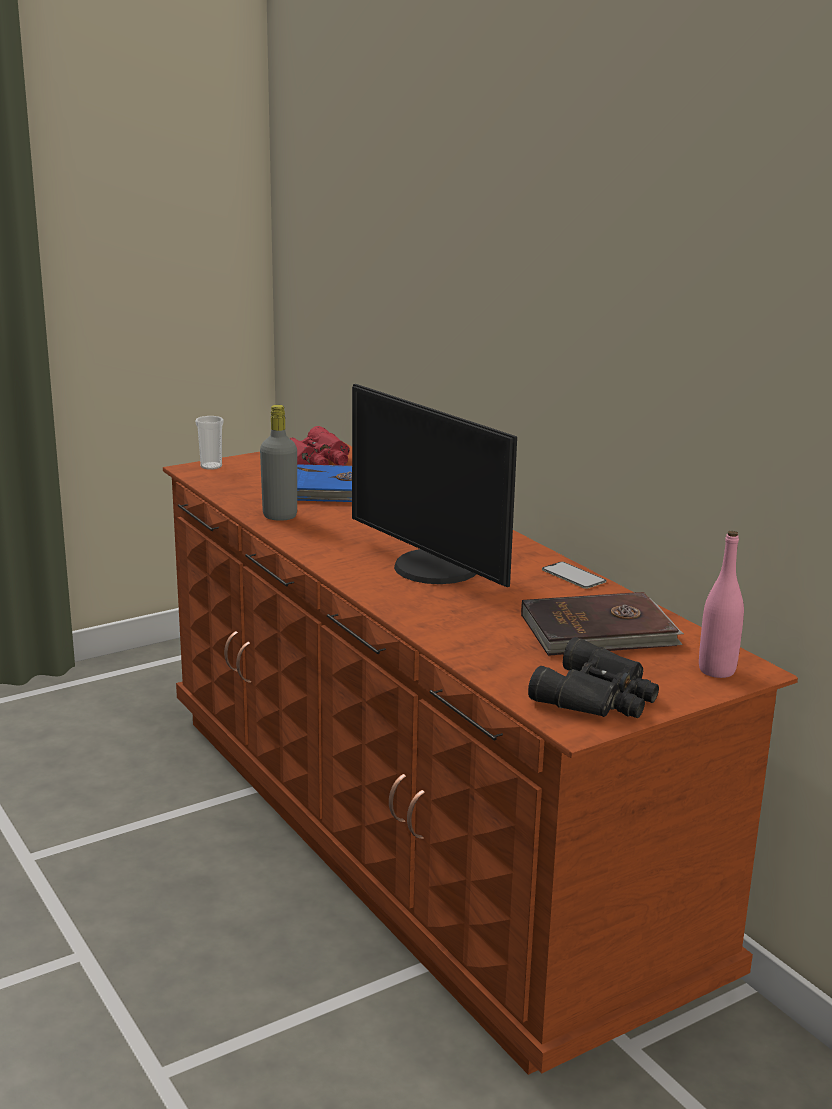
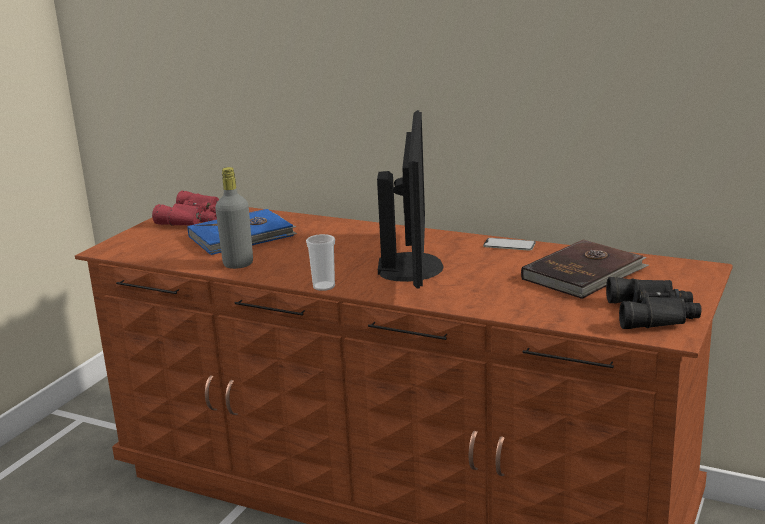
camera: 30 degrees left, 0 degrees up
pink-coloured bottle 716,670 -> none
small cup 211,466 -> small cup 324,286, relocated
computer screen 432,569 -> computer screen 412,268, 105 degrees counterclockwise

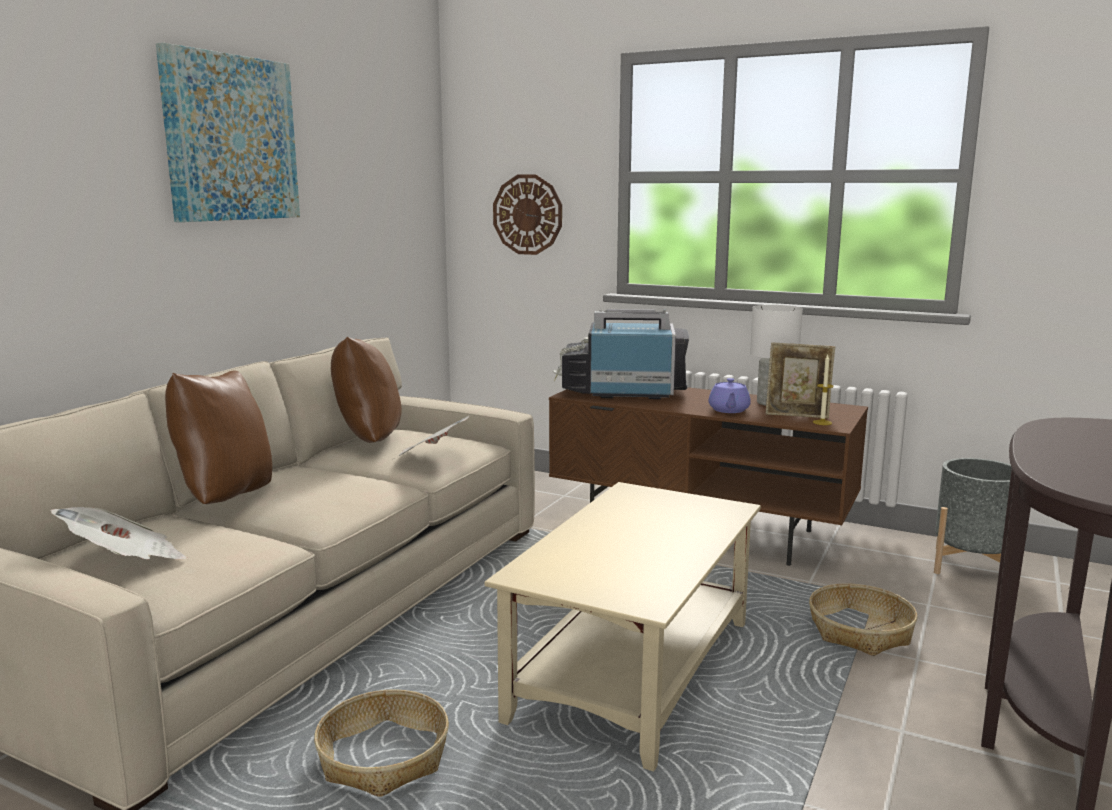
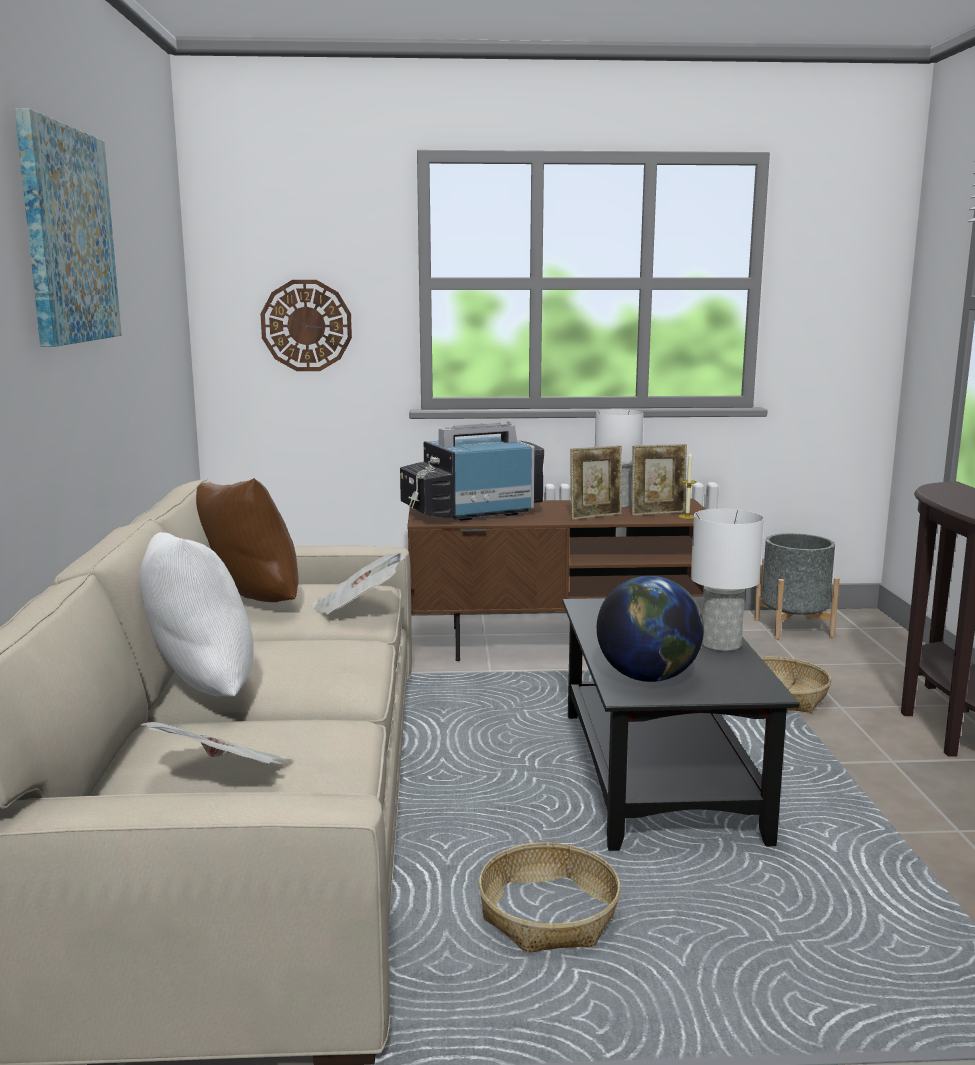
camera: 30 degrees left, 0 degrees up
none -> desk globe 648,677
none -> whitish tabletop lamp 719,645
purple tea pot 729,410 -> standing frame 595,516
brown cushion 225,497 -> whitish cushion 198,690
beige-coloured low table 634,668 -> black-coloured low table 656,773

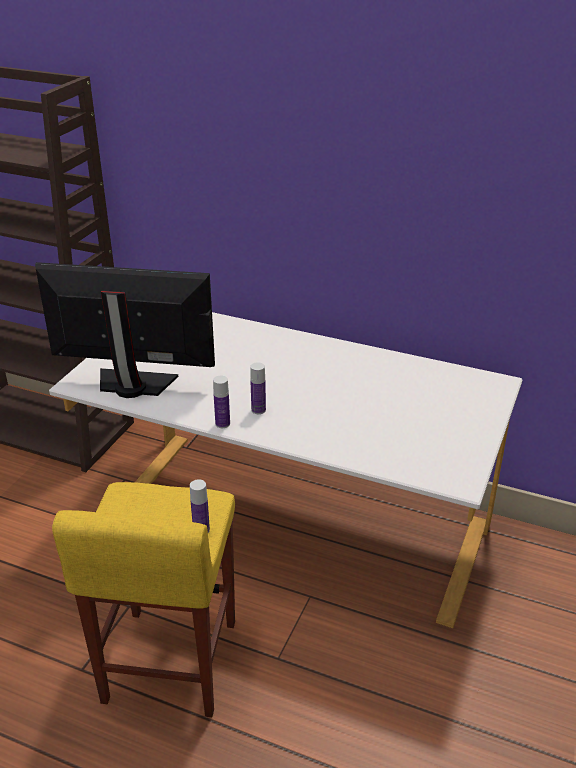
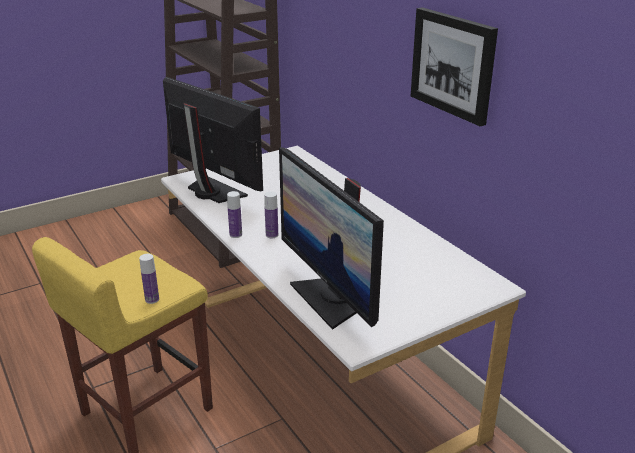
camera: 35 degrees right, 5 degrees down
none -> computer screen 329,299
none -> wall picture 453,64

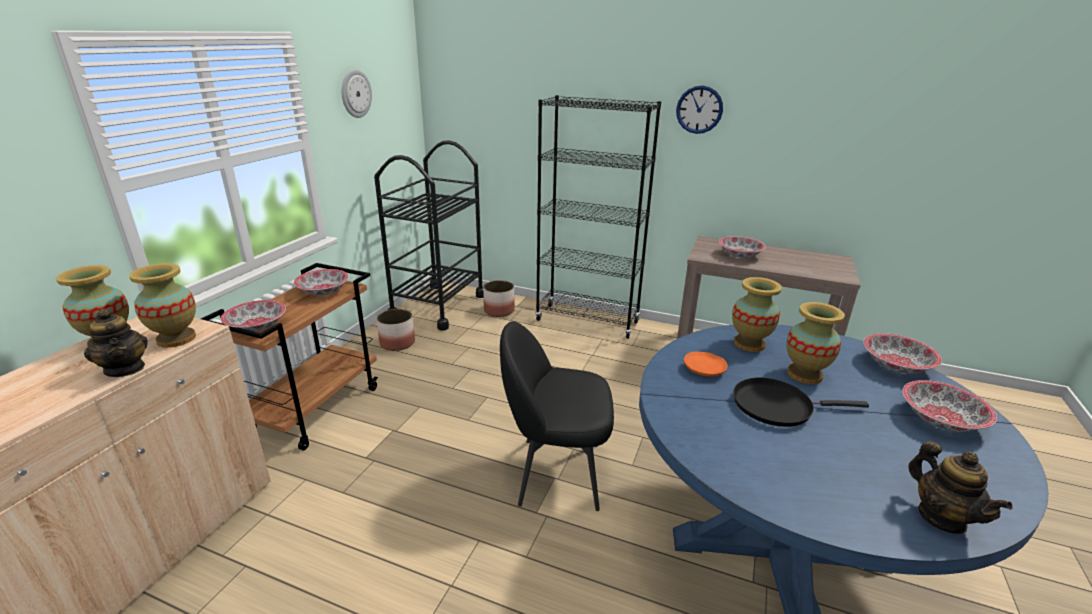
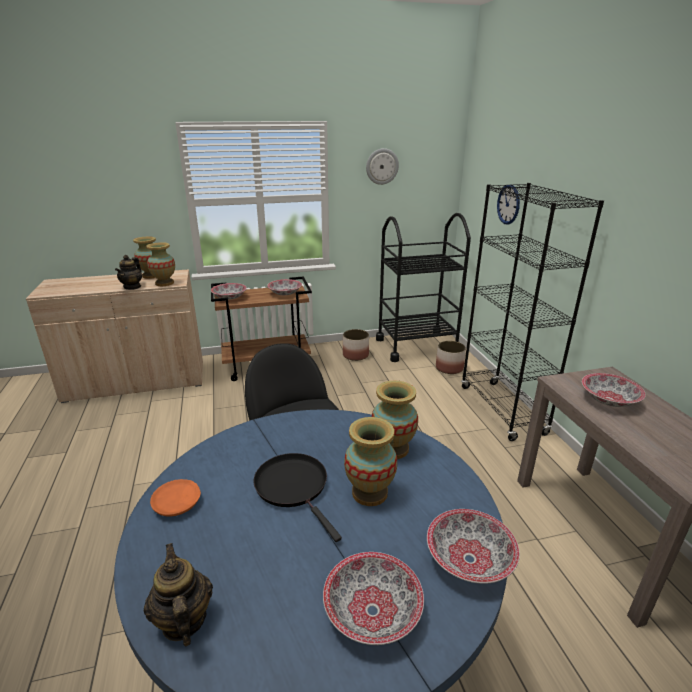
camera: 55 degrees right, 0 degrees up
hanging clock 699,109 -> hanging clock 508,204, relocated
orange-coloured plate 704,370 -> orange-coloured plate 177,504, relocated
tea pot 941,517 -> tea pot 183,620, 120 degrees clockwise

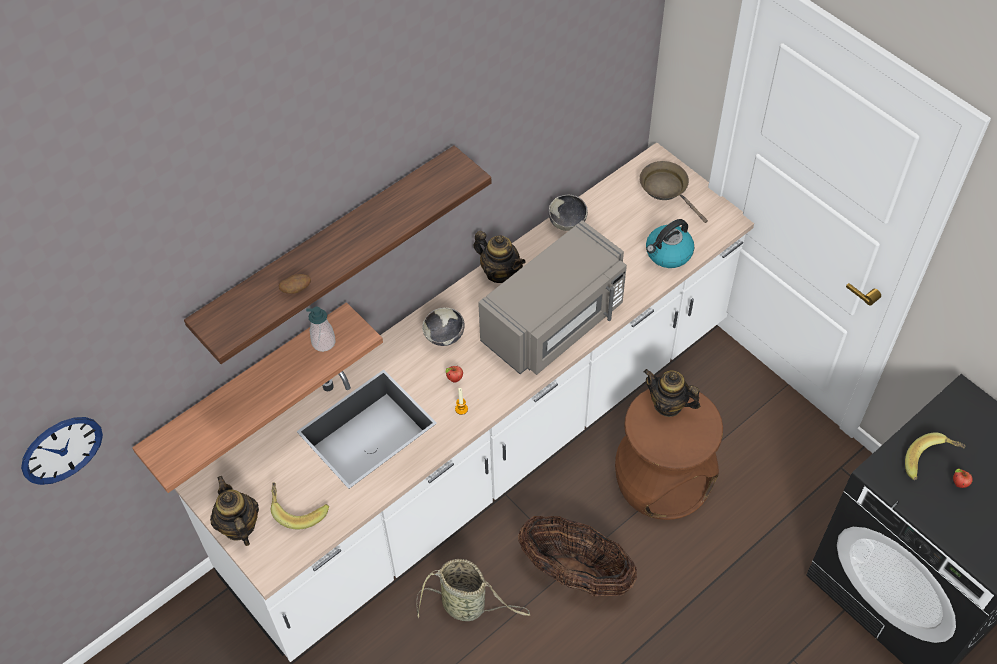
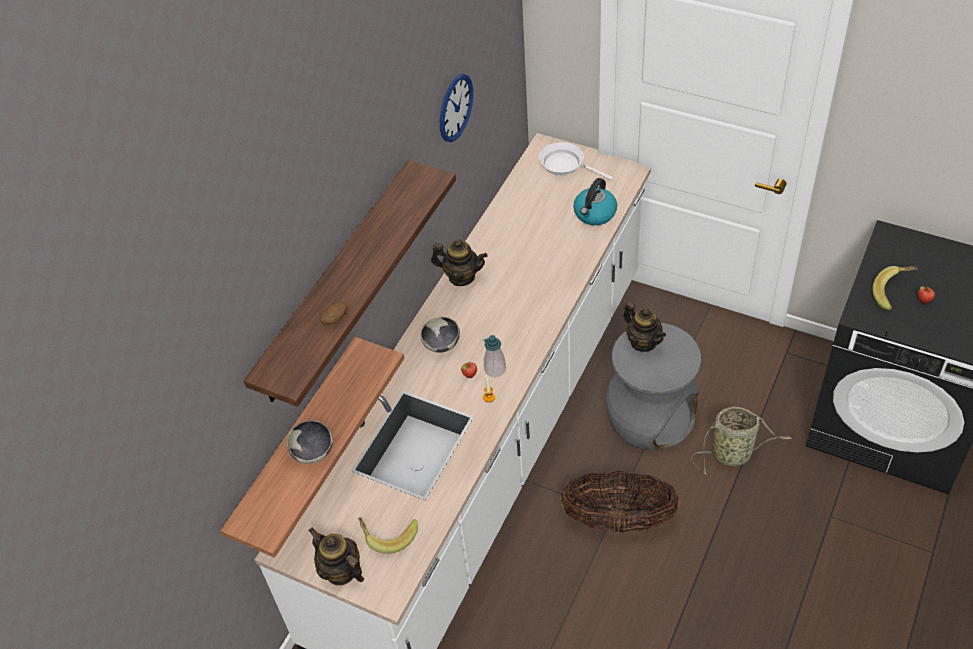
camera: 20 degrees left, 5 degrees down
greyish microwave 555,322 -> none
hanging clock 61,450 -> hanging clock 455,108, relocated
soap dispenser 323,342 -> soap dispenser 495,369, relocated
basket 467,606 -> basket 734,454, relocated
deep dish 567,223 -> deep dish 313,452, relocated
brown stool seat 663,478 -> greyish stool seat 650,415
brown skillet 667,189 -> whitish skillet 565,165
tea pot 668,405 -> tea pot 643,342, 135 degrees counterclockwise

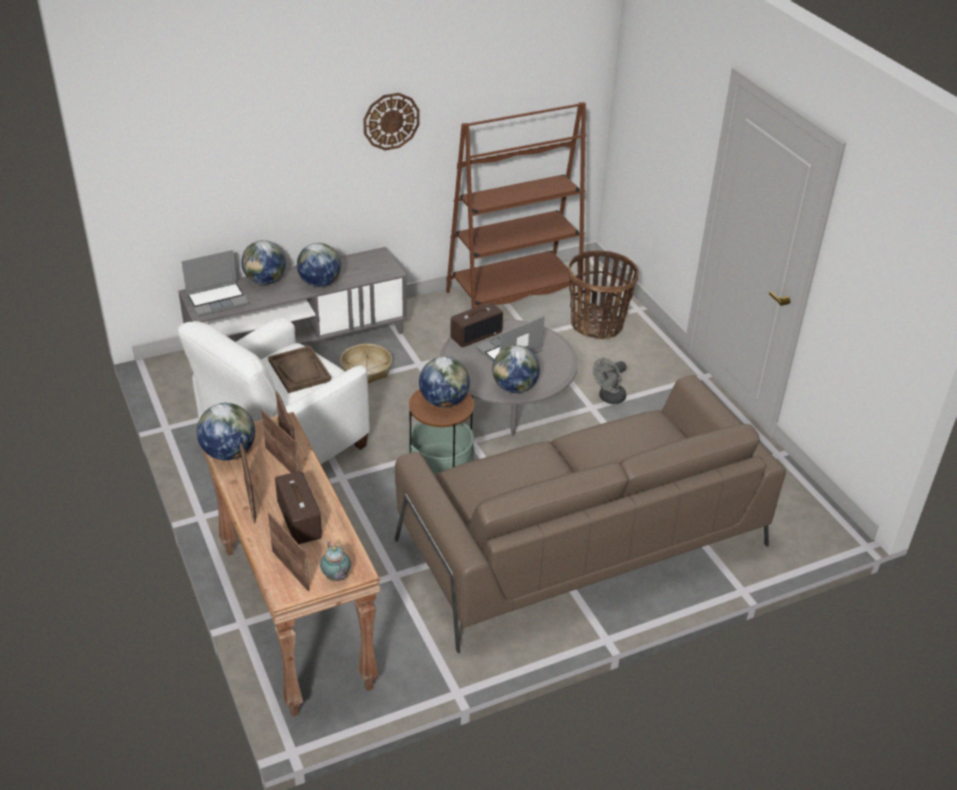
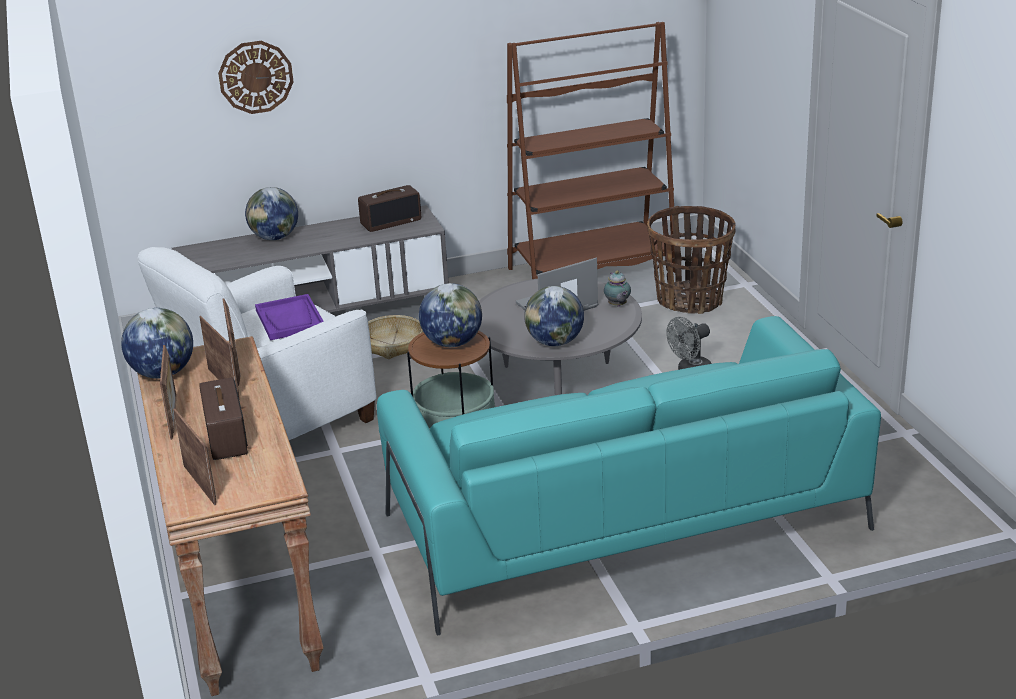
camera: 10 degrees right, 10 degrees down
portable computer 218,300 -> none
desk globe 319,283 -> none
tea pot 336,578 -> tea pot 617,305, relocated
hanging clock 391,121 -> hanging clock 256,77, relocated
radio set 476,334 -> radio set 391,222, relocated
brown carrying tray 300,371 -> purple carrying tray 290,319
brown couch 581,542 -> turquoise-coloured couch 624,521

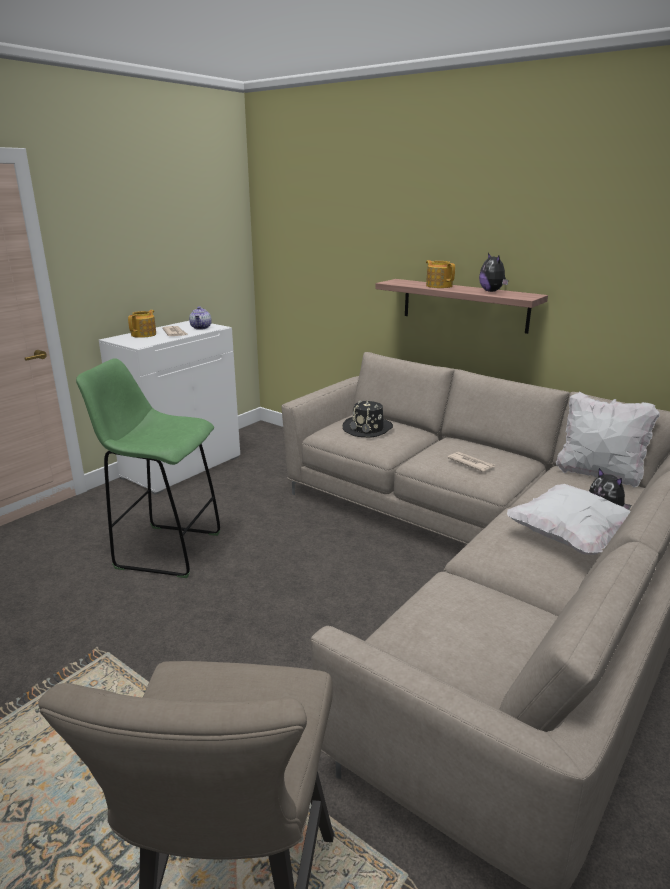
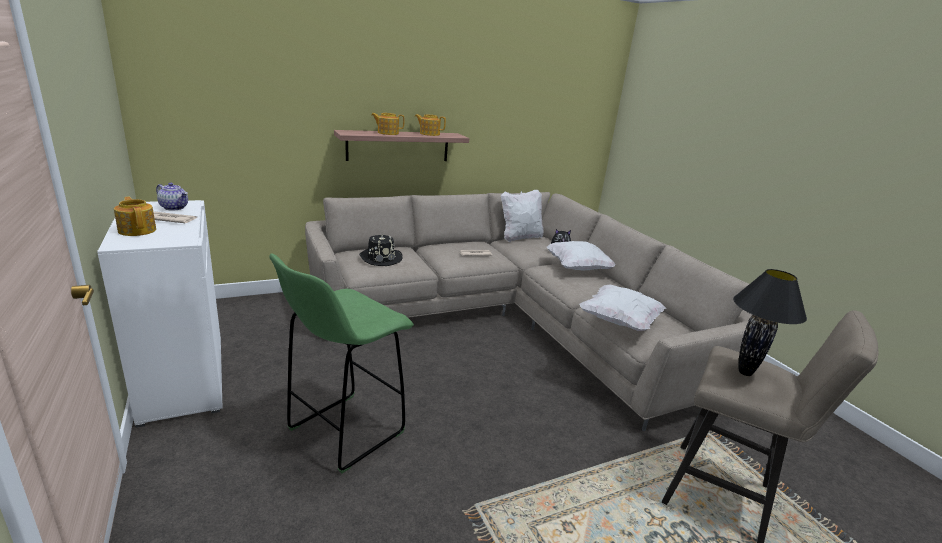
camera: 65 degrees left, 0 degrees up
none -> whitish cushion 619,322
none -> black-coloured tabletop lamp 744,372
plush toy 492,291 -> tea pot 429,134

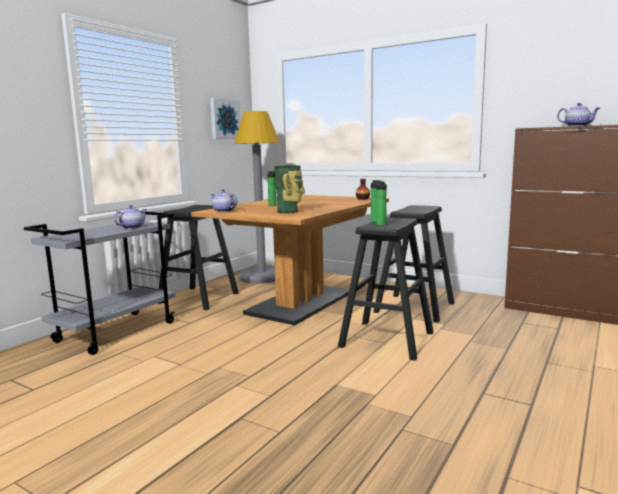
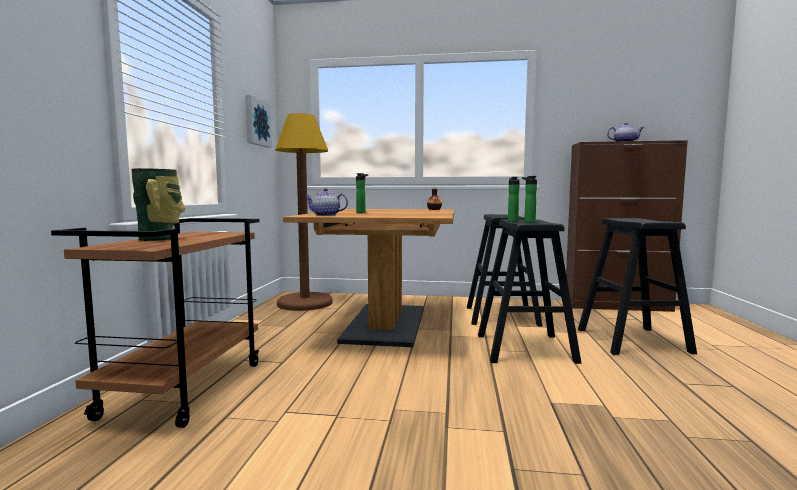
camera: 25 degrees left, 5 degrees down
tea pot 132,227 -> none
black-coloured stool seat 199,298 -> black-coloured stool seat 632,340, relocated
vase 289,211 -> vase 159,239, relocated
greyish trolley 116,331 -> brown trolley 185,388
greyish standing lamp 262,276 -> brown standing lamp 304,303

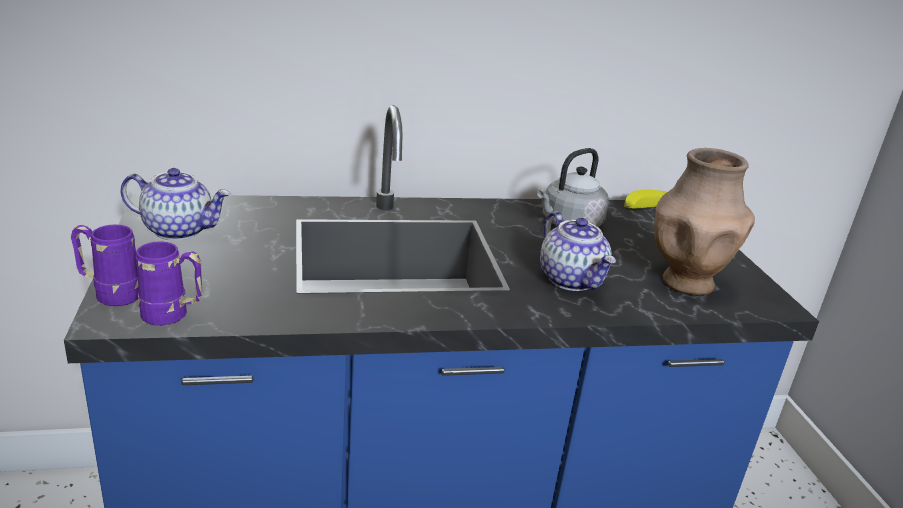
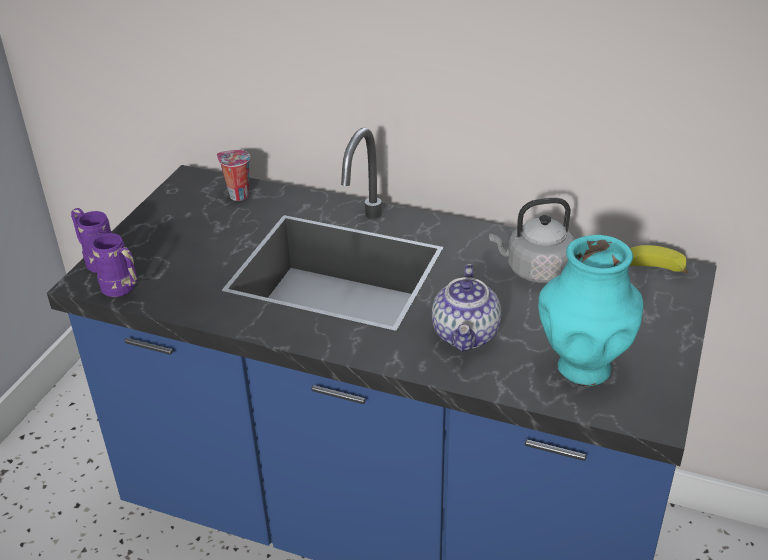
camera: 35 degrees right, 10 degrees up
tea pot 179,230 -> none
none -> small cup 237,195
brown vase 685,282 -> turquoise-coloured vase 583,367

